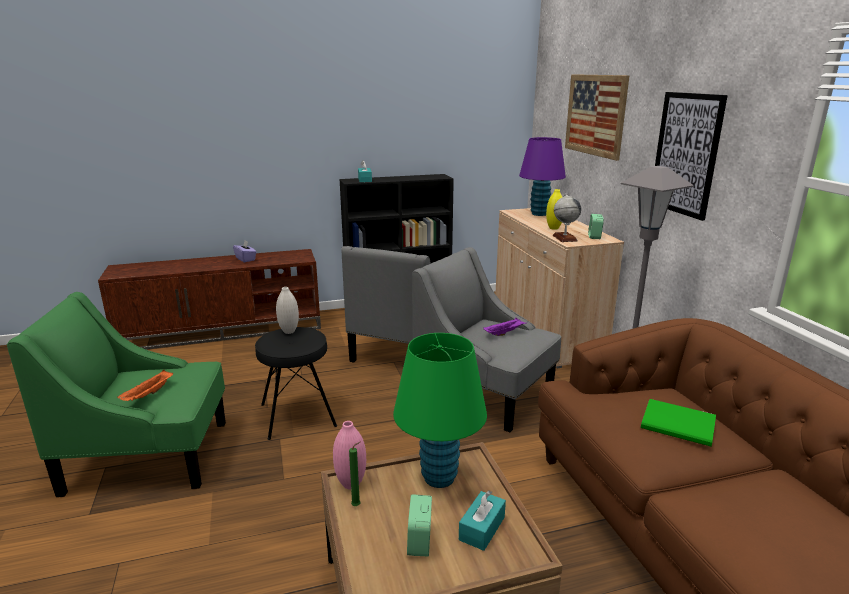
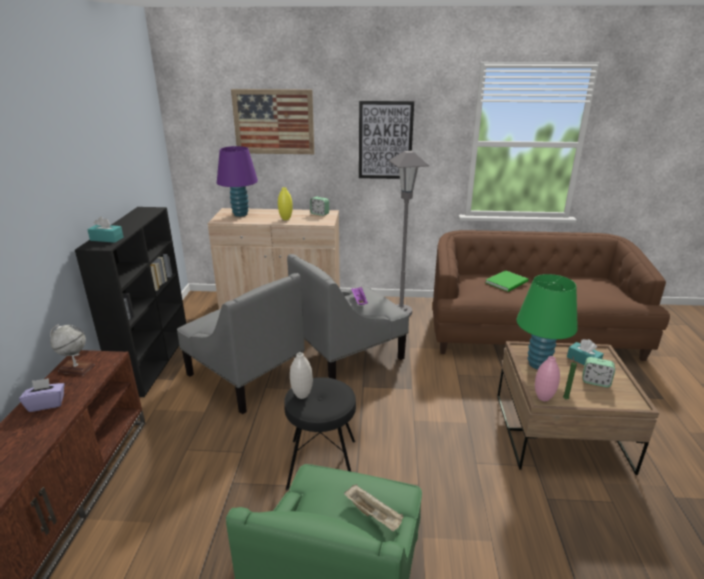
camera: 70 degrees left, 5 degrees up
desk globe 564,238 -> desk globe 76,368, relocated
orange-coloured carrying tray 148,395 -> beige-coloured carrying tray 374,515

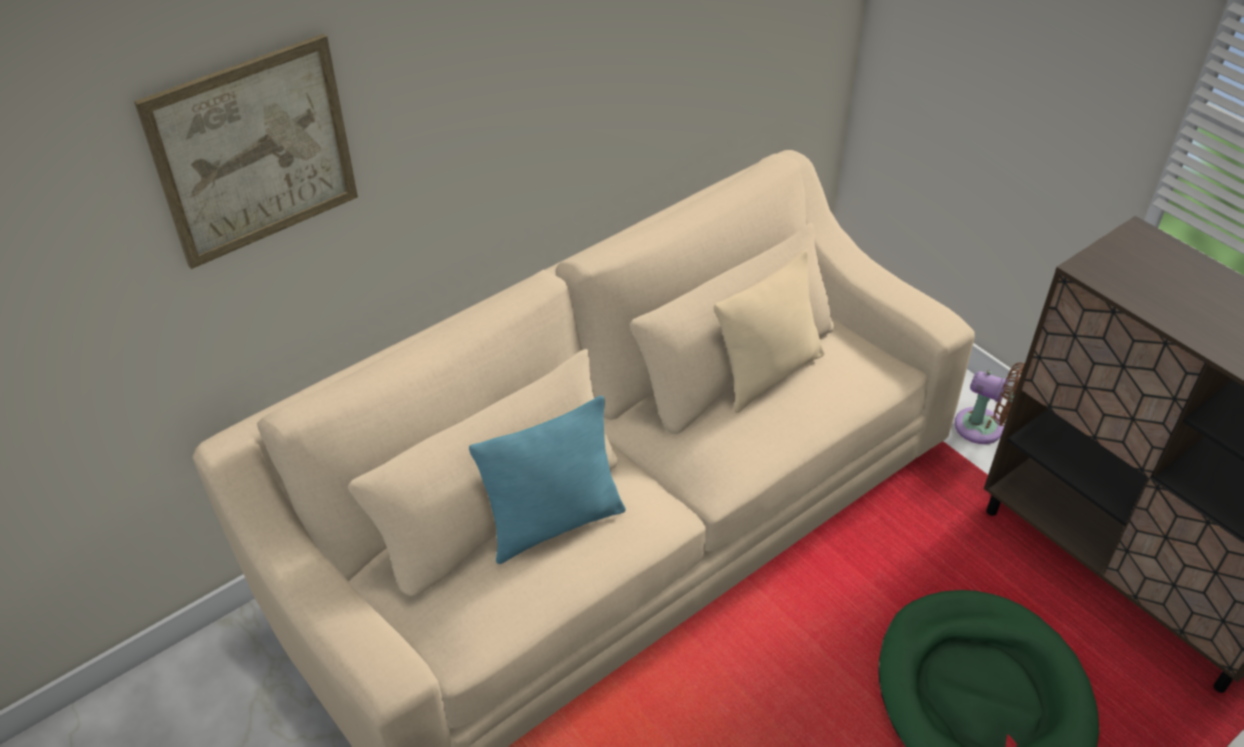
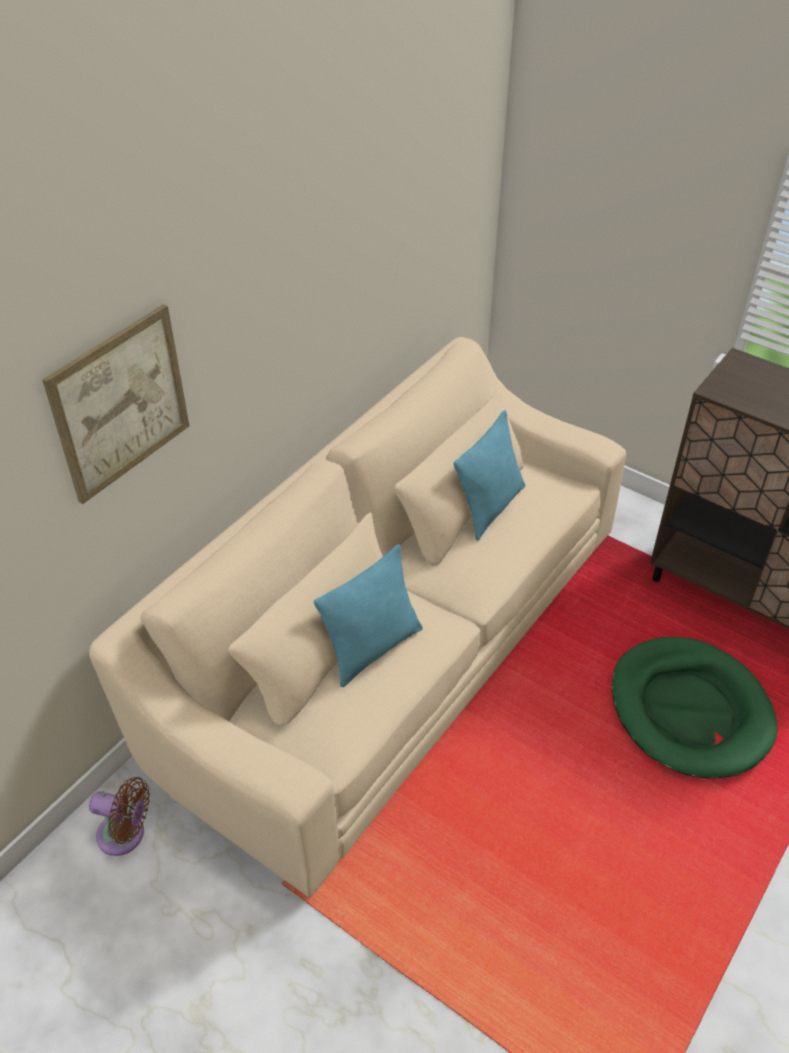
camera: 15 degrees left, 0 degrees up
brown electric fan 984,428 -> brown electric fan 125,835, relocated
beige-coloured cushion 768,374 -> turquoise-coloured cushion 490,508

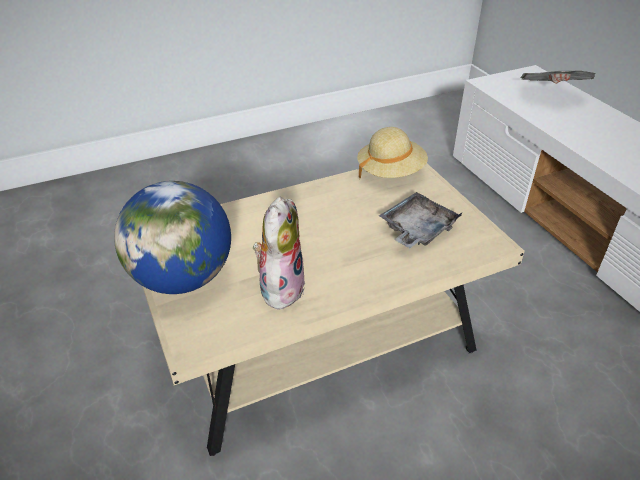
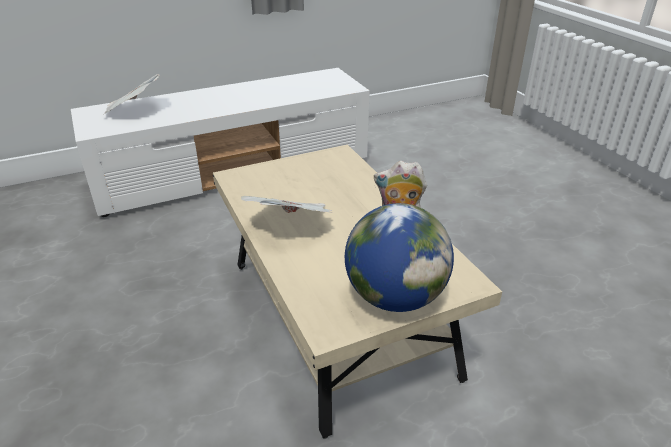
camera: 90 degrees left, 5 degrees down
beige-coloured clothing hat 390,172 -> none
greyish carrying tray 417,230 -> none
none -> newspaper 292,224

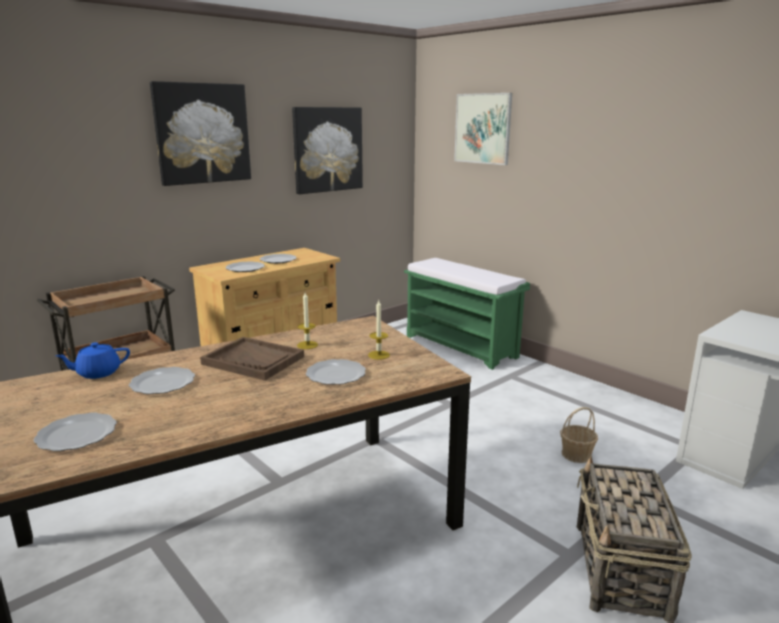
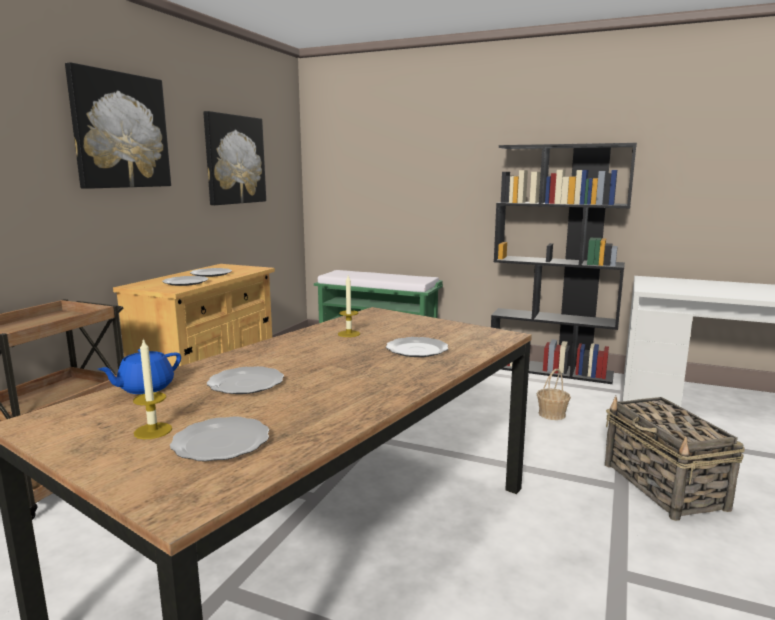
camera: 25 degrees left, 5 degrees down
brown carrying tray 253,360 -> none
wall picture 482,128 -> none
none -> black-coloured shelving unit 551,370
wax light 378,355 -> wax light 153,431, relocated

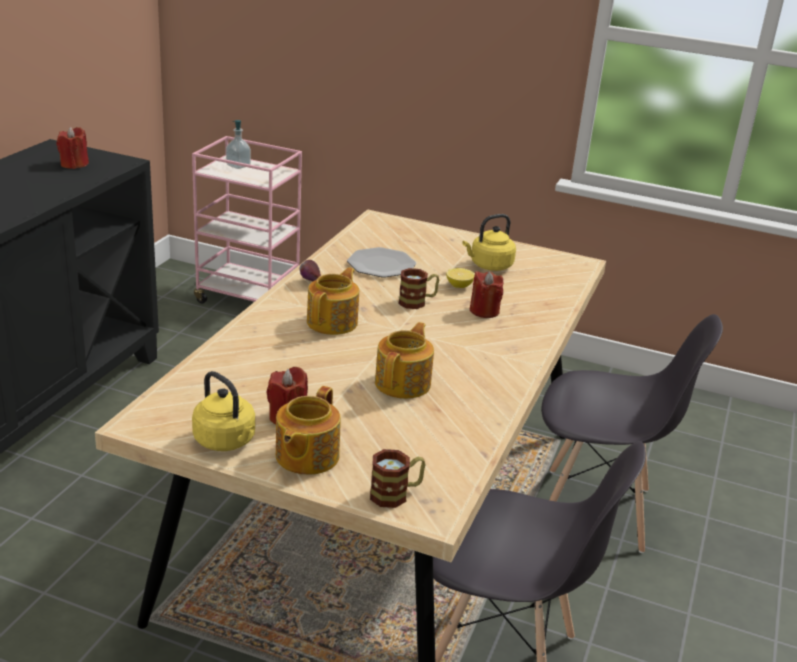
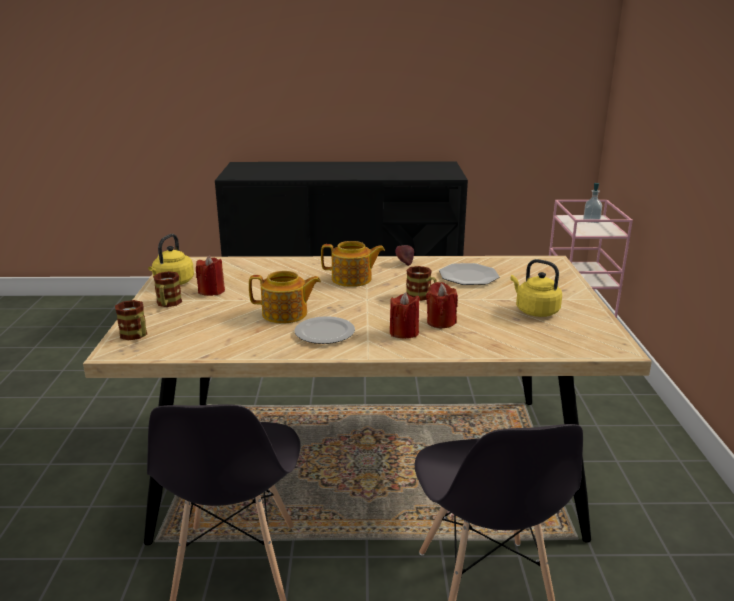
camera: 70 degrees right, 5 degrees down
citrus fruit 459,286 -> none
none -> plate 325,333
red-coloured wax light 74,164 -> red-coloured wax light 404,332, relocated
tea pot 305,456 -> tea mug 168,304

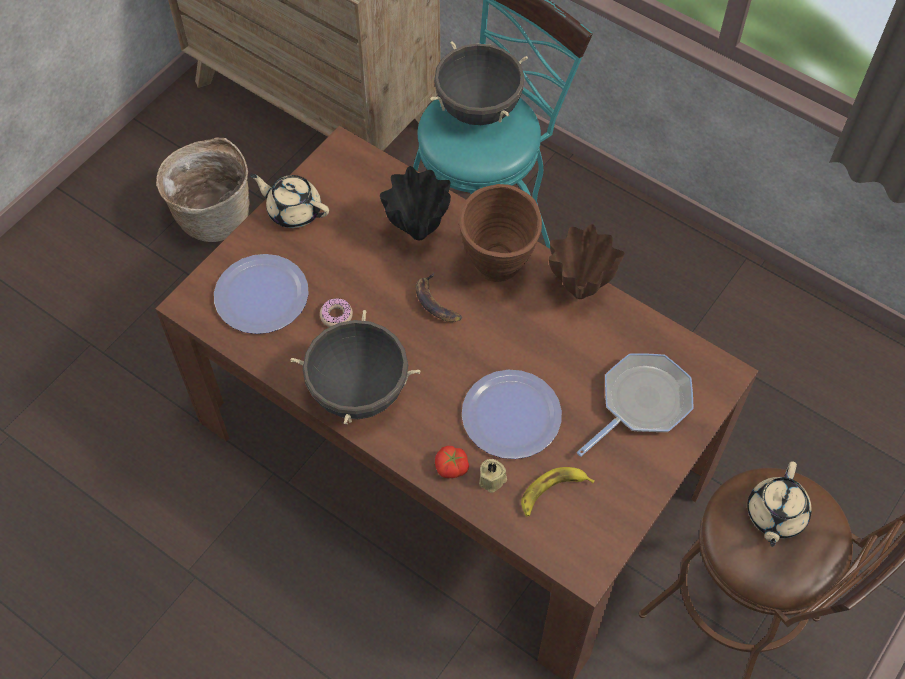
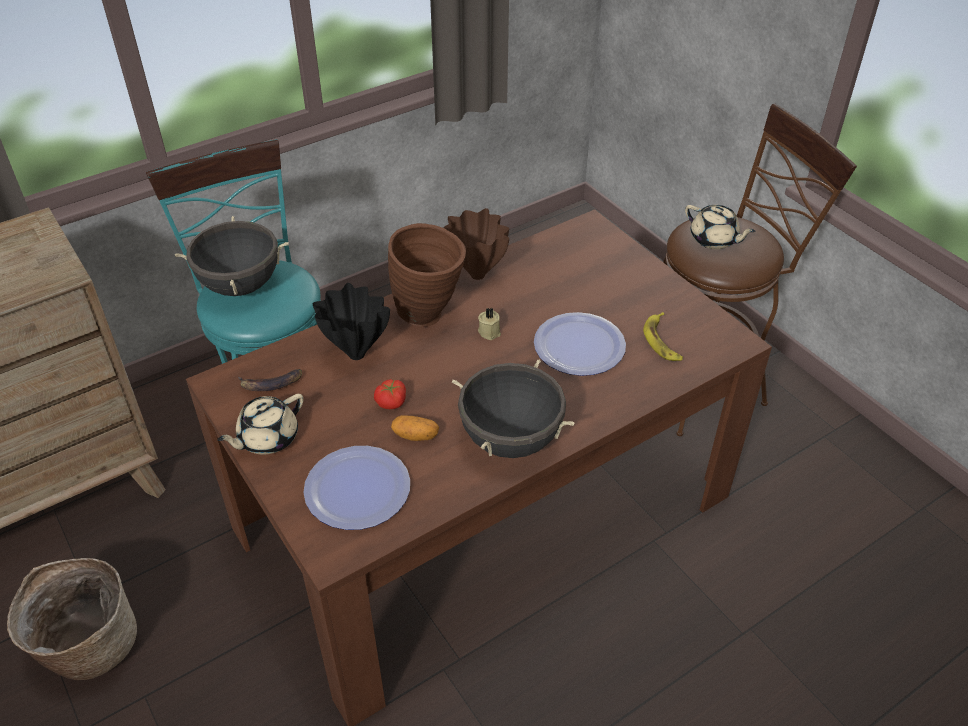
camera: 70 degrees left, 15 degrees down
skillet 642,402 -> none
banana 435,302 -> banana 270,384, relocated
fresh tomato 451,467 -> fresh tomato 392,402, relocated
beige-coloured wax light 493,480 -> beige-coloured wax light 490,331, relocated
ring doughnut 336,315 -> potato 415,435

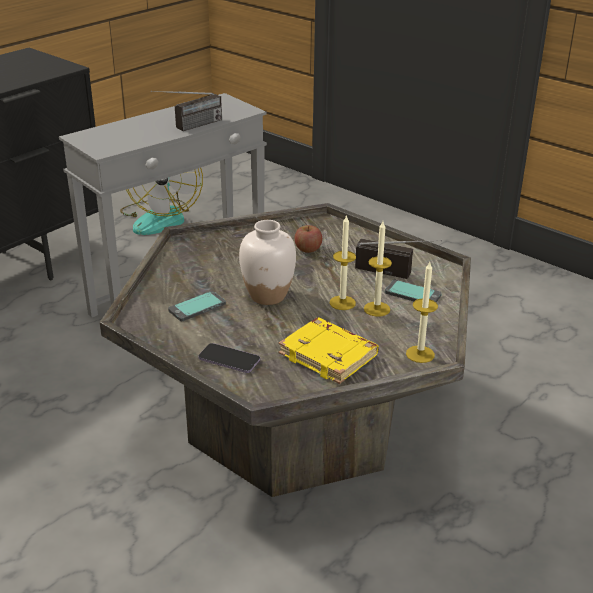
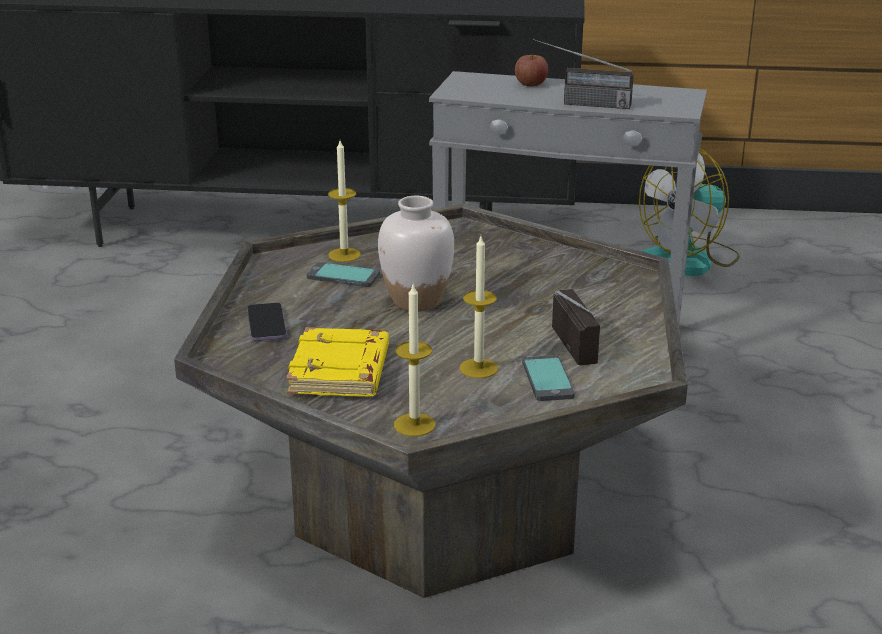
camera: 55 degrees right, 5 degrees down
apple 308,249 -> apple 531,84, relocated
wax light 342,303 -> wax light 344,255, relocated

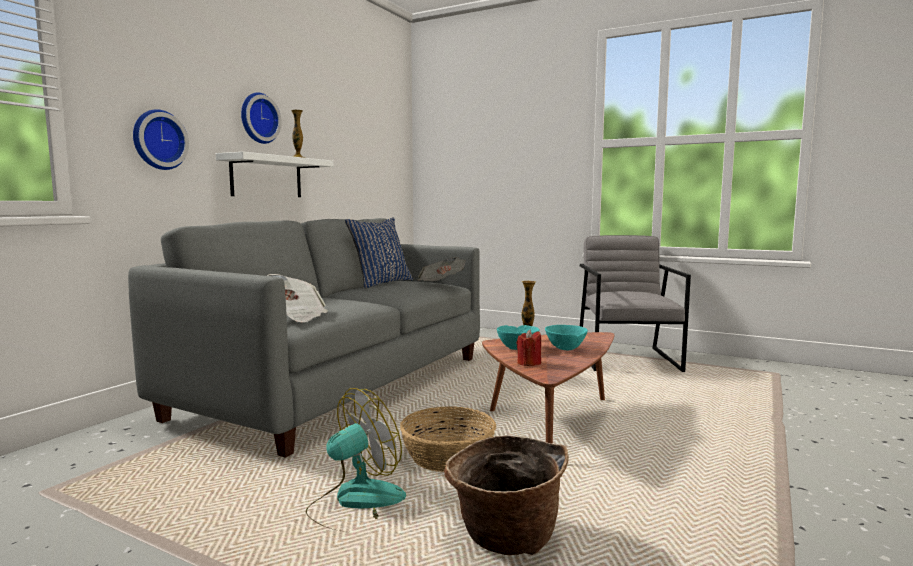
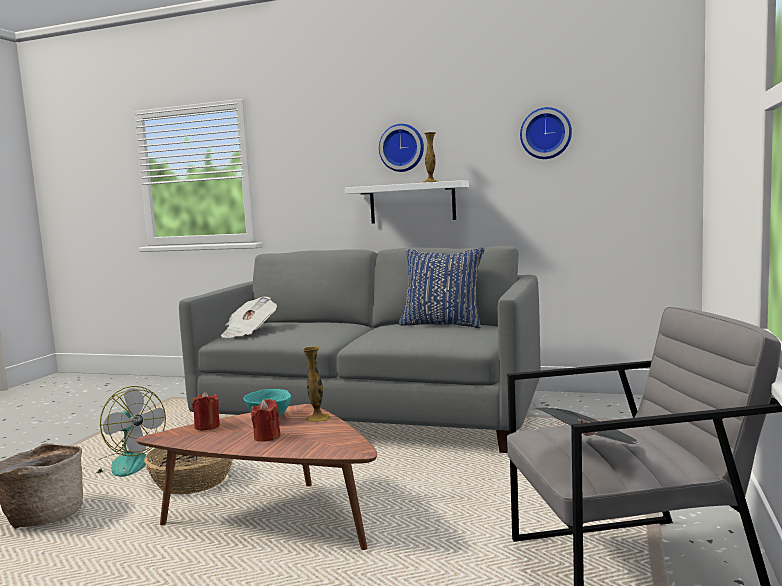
camera: 80 degrees right, 0 degrees up
hanging clock 158,140 -> hanging clock 546,133, relocated
newspaper 441,284 -> newspaper 591,454, relocated
turquoise-coloured deep dish 565,349 -> red-coloured wax light 267,437

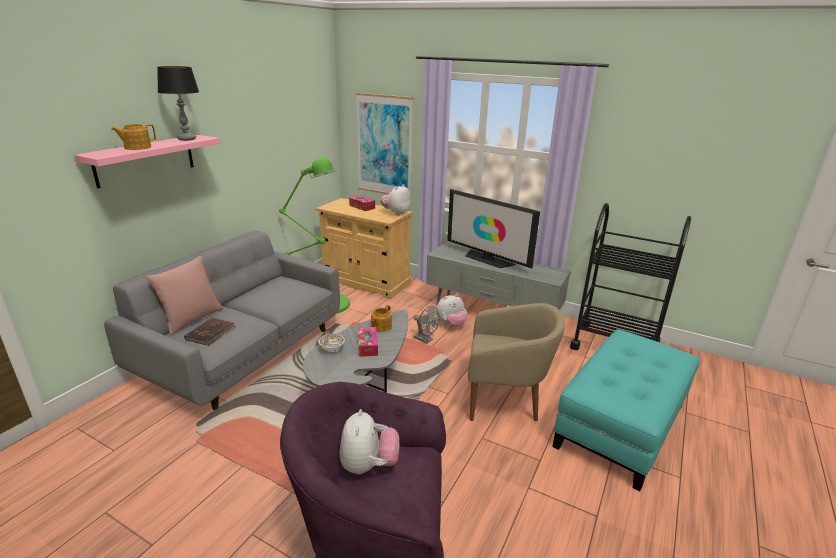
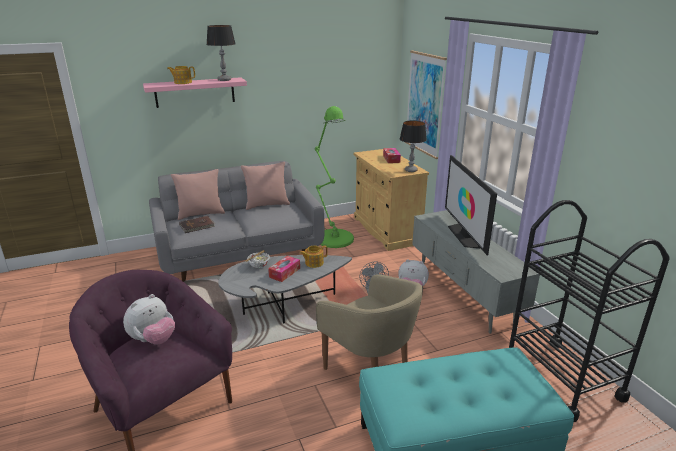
camera: 40 degrees right, 0 degrees up
none -> pink-coloured cushion 267,205
plush toy 396,213 -> tabletop lamp 411,170

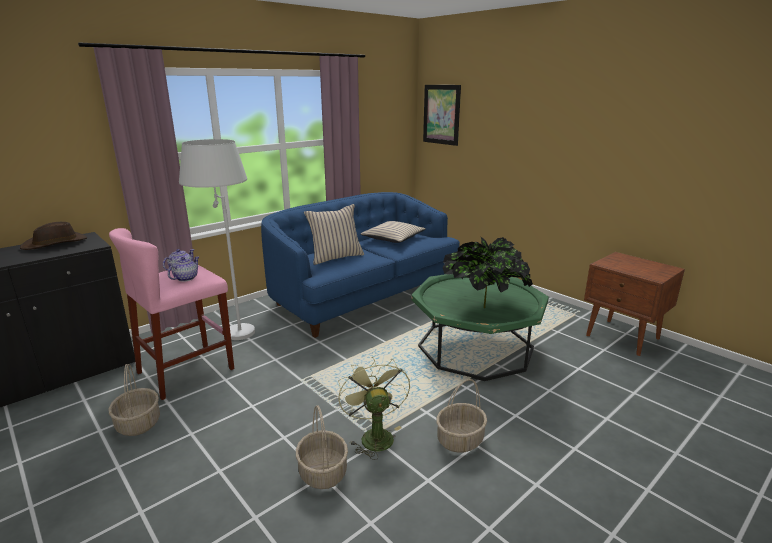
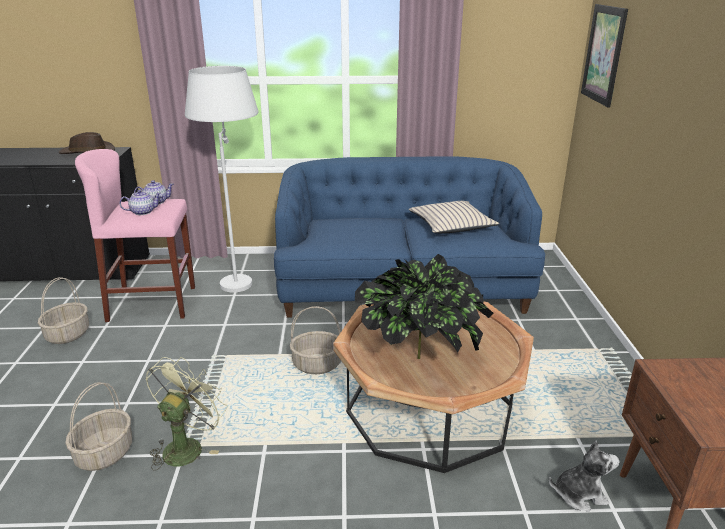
camera: 40 degrees right, 5 degrees up
beige-coloured cushion 335,257 -> none
none -> plush toy 579,494
basket 460,440 -> basket 316,365, relocated
green-coloured low table 475,348 -> brown low table 429,410

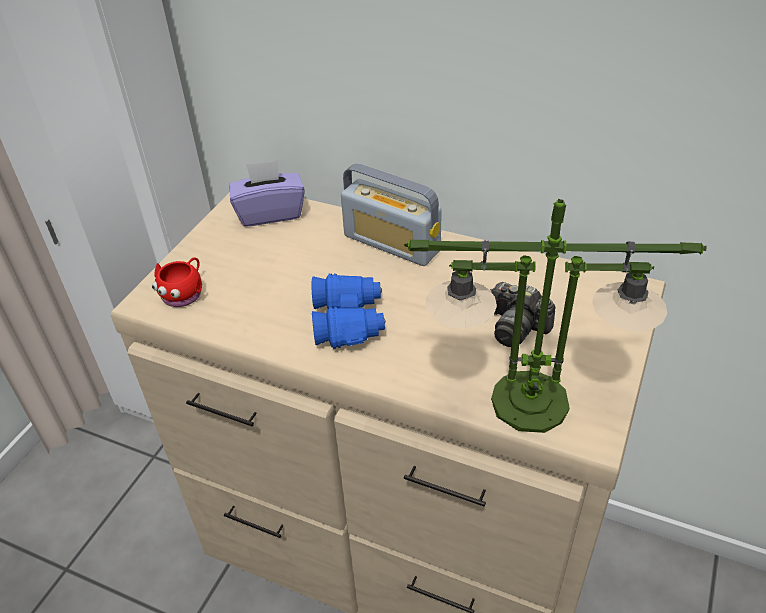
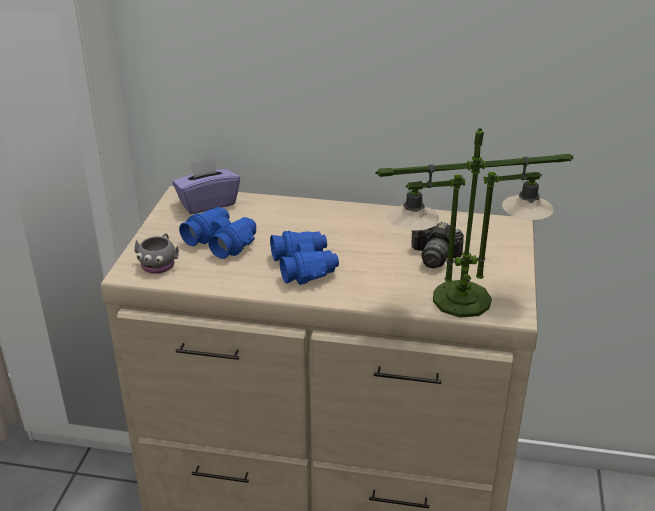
camera: 15 degrees left, 10 degrees down
radio set 392,243 -> none
none -> blue field glasses 221,241
red-coloured tea mug 184,293 -> greyish tea mug 159,263

